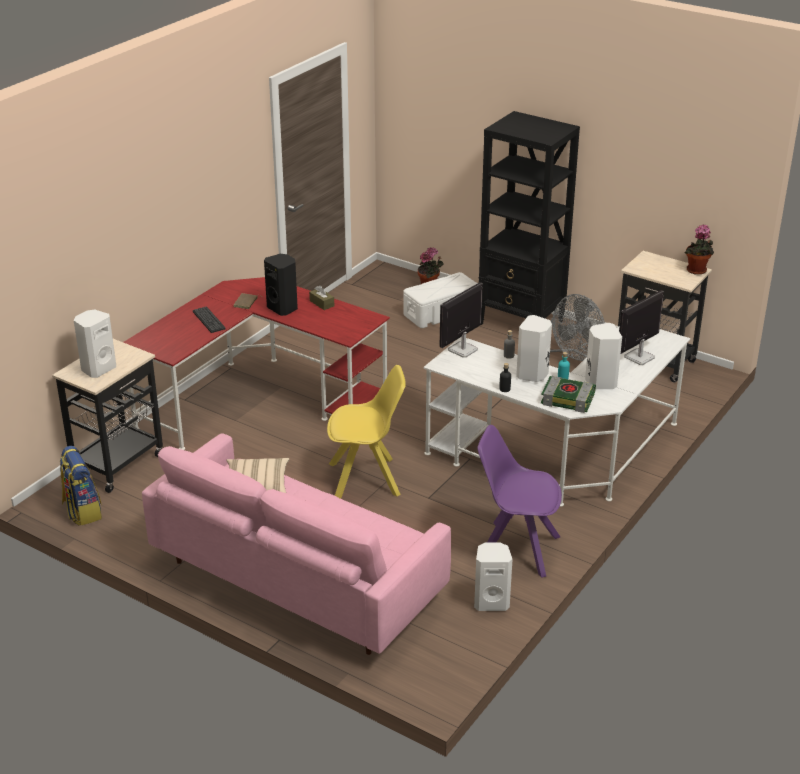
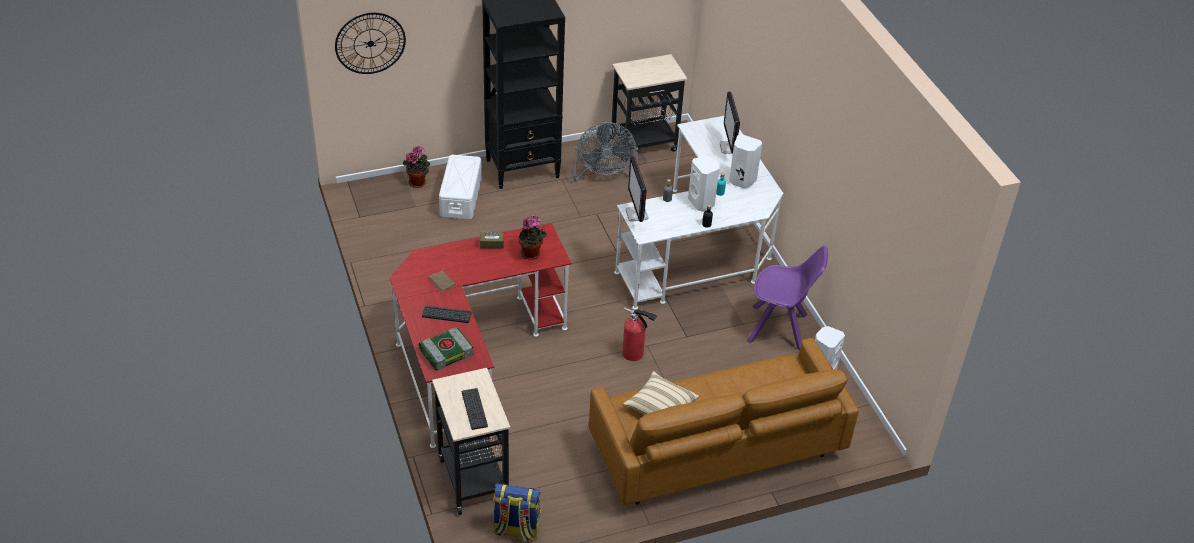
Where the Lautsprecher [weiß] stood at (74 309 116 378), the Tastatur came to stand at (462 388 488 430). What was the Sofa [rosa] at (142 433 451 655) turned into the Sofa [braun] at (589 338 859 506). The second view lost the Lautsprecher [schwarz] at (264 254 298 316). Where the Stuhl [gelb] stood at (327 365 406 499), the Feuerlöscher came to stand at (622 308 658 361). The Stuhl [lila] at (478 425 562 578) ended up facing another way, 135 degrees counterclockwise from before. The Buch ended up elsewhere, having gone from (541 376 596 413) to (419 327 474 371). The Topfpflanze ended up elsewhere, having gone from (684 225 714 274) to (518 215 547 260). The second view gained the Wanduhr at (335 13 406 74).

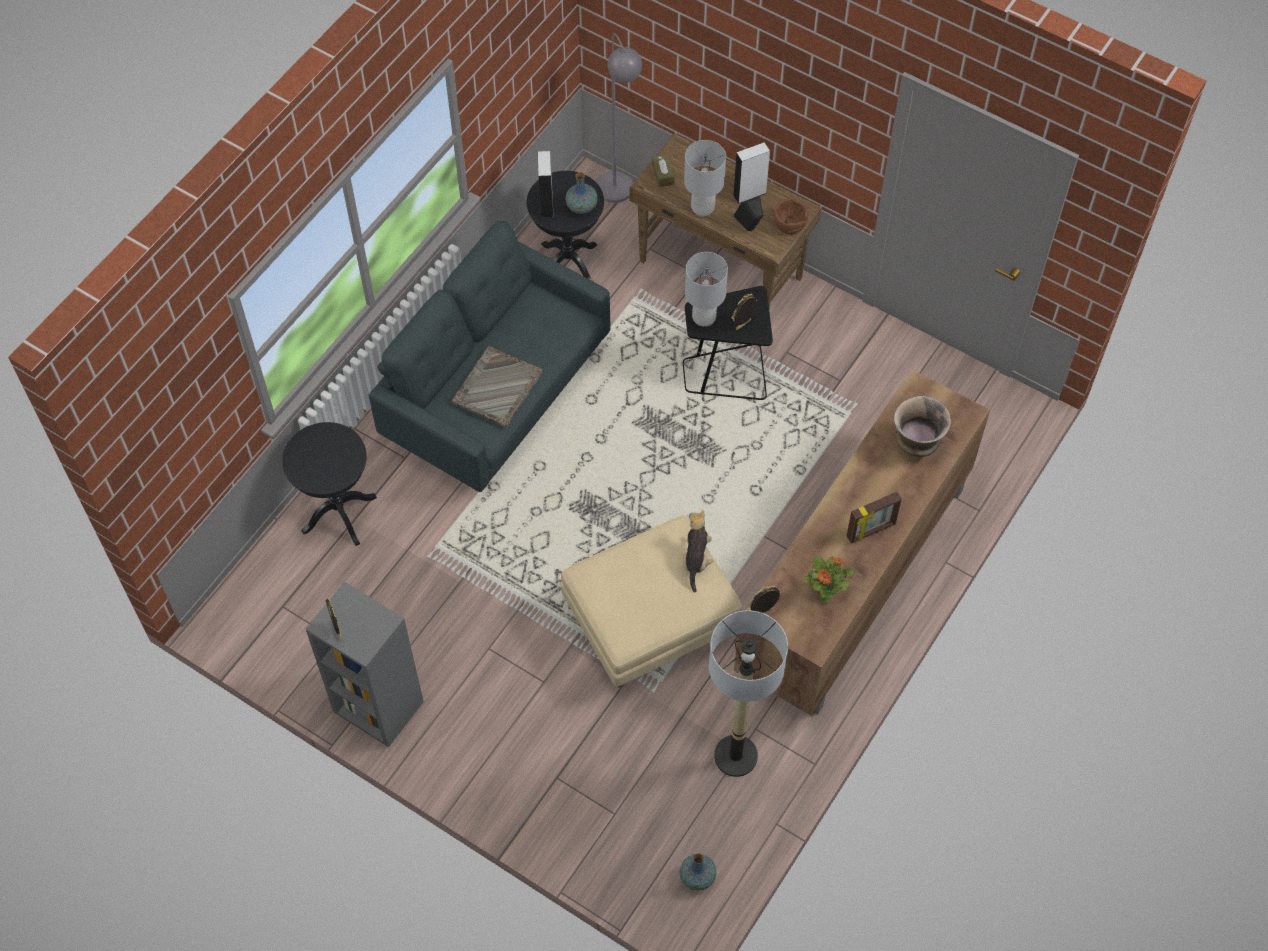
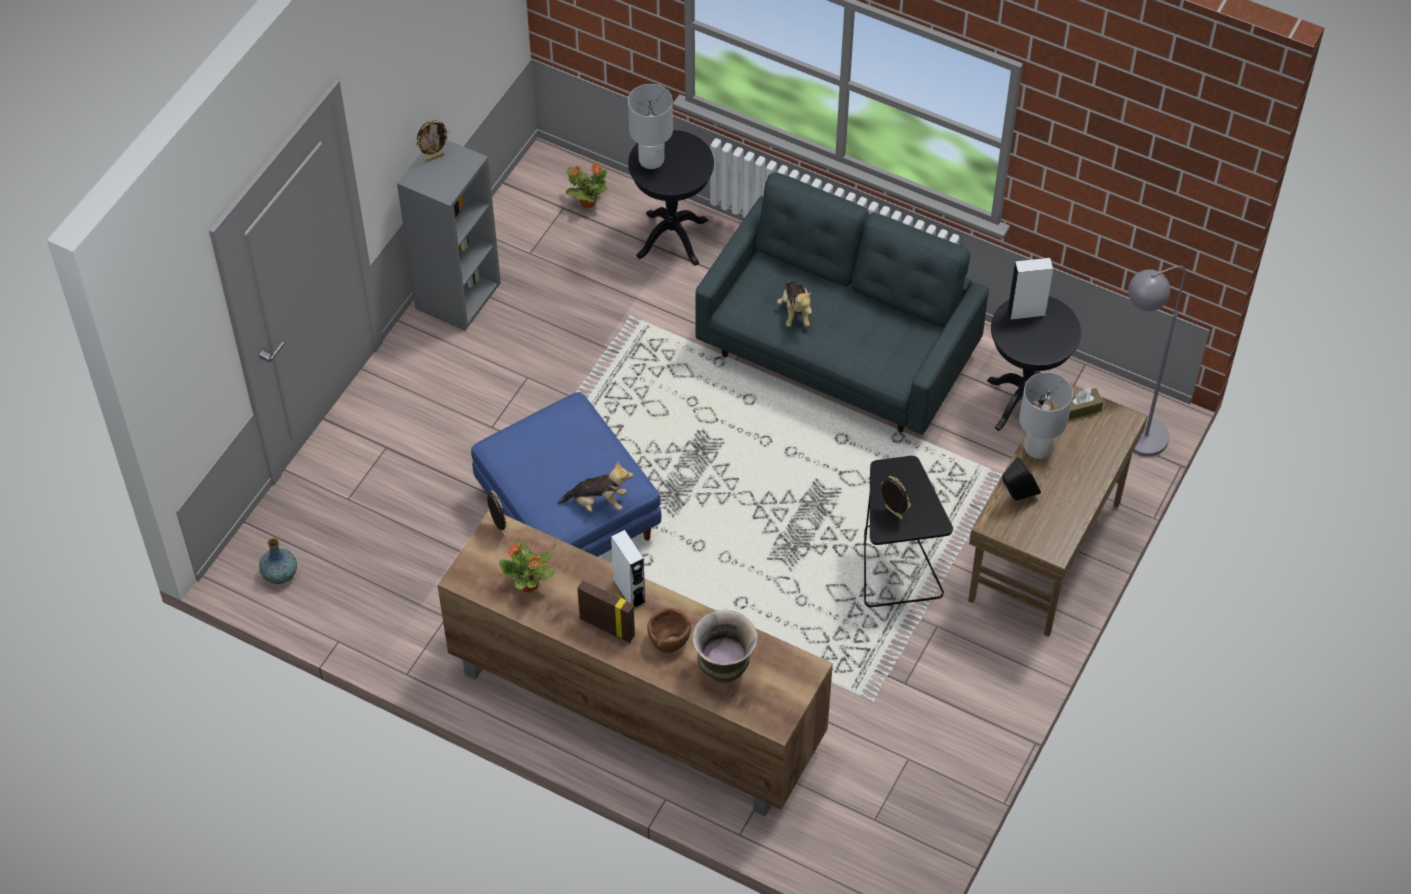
Where the Tablett [grau] stood at (452 346 542 428), the Plüschtier came to stand at (777 281 812 327). What was the Polsterhocker [beige] at (561 515 743 688) turned into the Polsterhocker [blau] at (471 392 661 557). The second view lost the Vase at (565 172 598 214). The Tischlampe [grau] ended up elsewhere, having gone from (685 252 728 327) to (628 84 673 169). The second view lost the Stehlampe at (709 610 788 777). The Lautsprecher [weiß] ended up elsewhere, having gone from (733 142 770 204) to (611 530 646 609). The Schüssel [braun] ended up elsewhere, having gone from (774 198 808 235) to (647 608 691 653). The Bilderrahmen at (847 492 902 543) ended up facing another way, 150 degrees clockwise from before. The second view gained the Topfpflanze at (566 163 608 208).

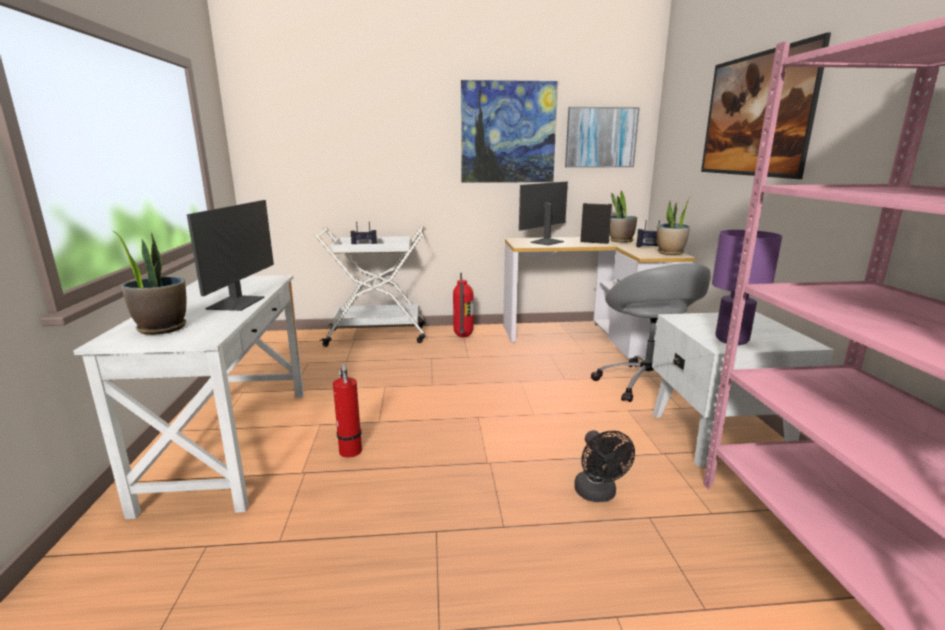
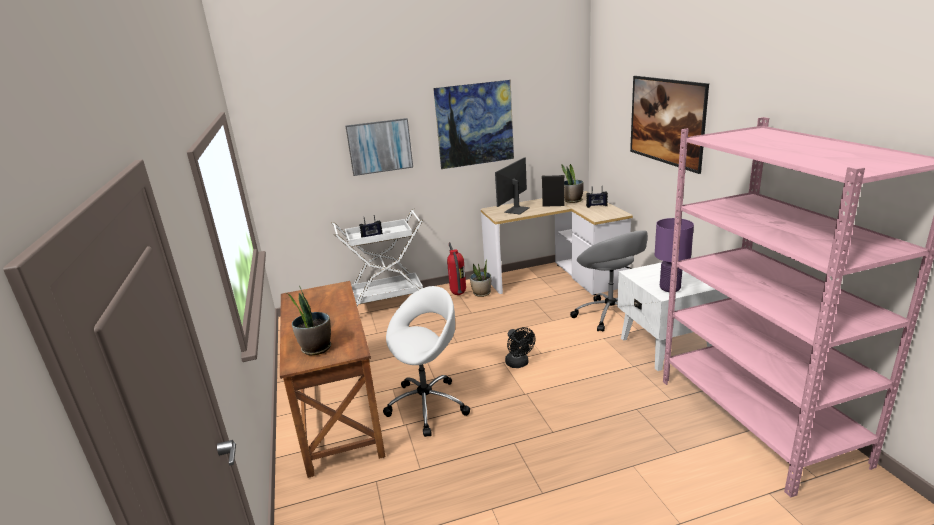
What was the Schreibtisch [weiß] at (73 275 304 519) turned into the Schreibtisch [braun] at (280 281 385 478). The second view lost the Monitor at (187 200 274 311). Where the Feuerlöscher stood at (333 364 362 458), the Bürostuhl [weiß] came to stand at (383 286 470 437). The Bild ended up elsewhere, having gone from (565 107 640 168) to (346 118 413 176). The Ventilator [schwarz] ended up elsewhere, having gone from (574 430 635 502) to (505 327 535 368). The Topfpflanze ended up elsewhere, having gone from (657 196 692 255) to (470 258 491 297).

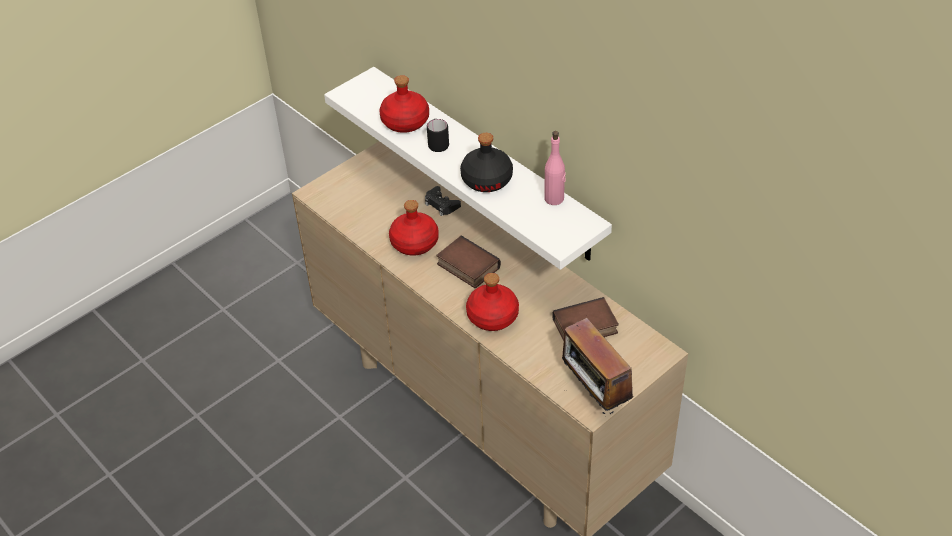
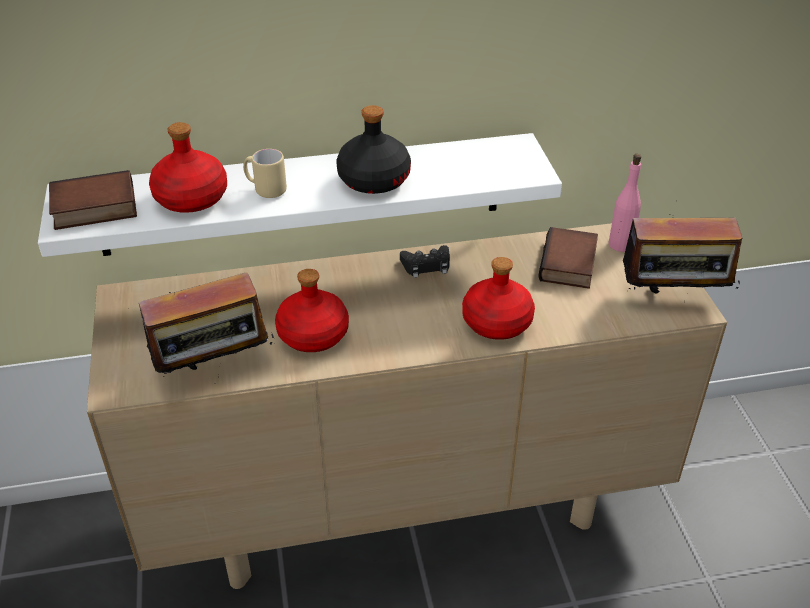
The Gamepad [schwarz] ended up elsewhere, having gone from (425 186 461 216) to (400 245 450 278). What was the Henkelbecher [schwarz] at (427 119 449 152) turned into the Henkelbecher [beige] at (243 149 287 198). The Buch ended up elsewhere, having gone from (436 235 501 288) to (49 170 137 230). The Flasche [rosa] ended up elsewhere, having gone from (544 131 566 205) to (609 154 641 252). The second view gained the Radio at (127 272 274 377).

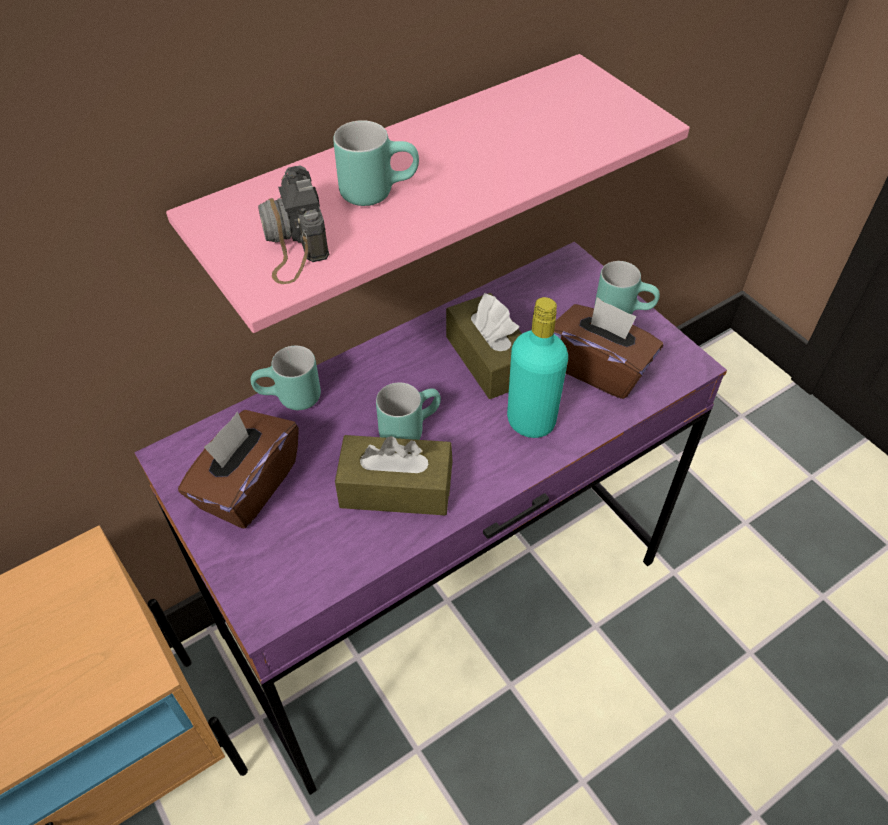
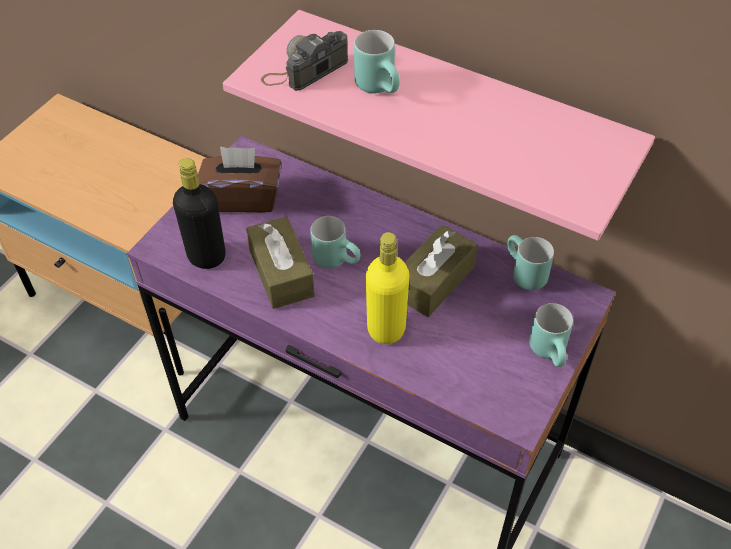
The Henkelbecher [türkis] ended up elsewhere, having gone from (251 345 321 410) to (507 235 554 290). What was the Flasche [türkis] at (507 297 568 438) turned into the Flasche [gelb] at (366 232 410 344). The second view lost the Taschentuchbox [braun] at (554 297 663 399). The second view gained the Flasche [schwarz] at (173 158 226 269).

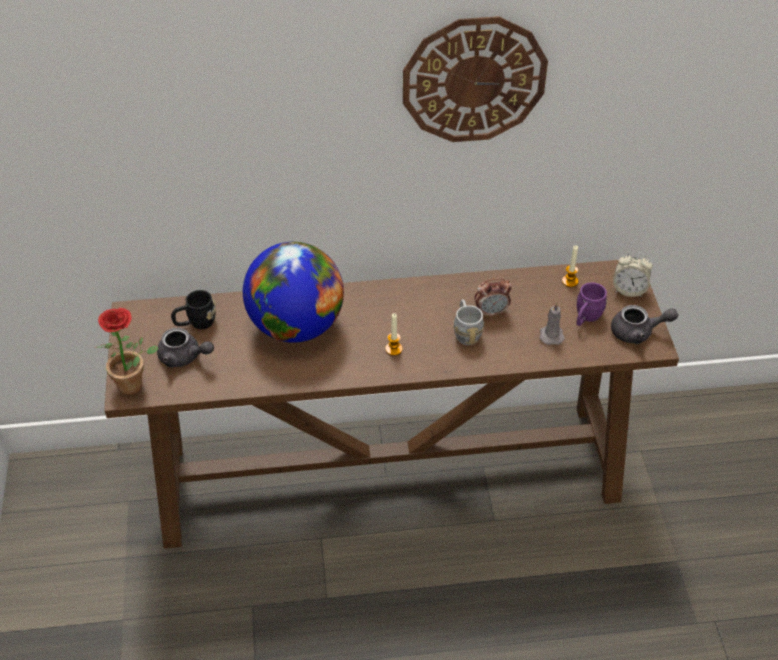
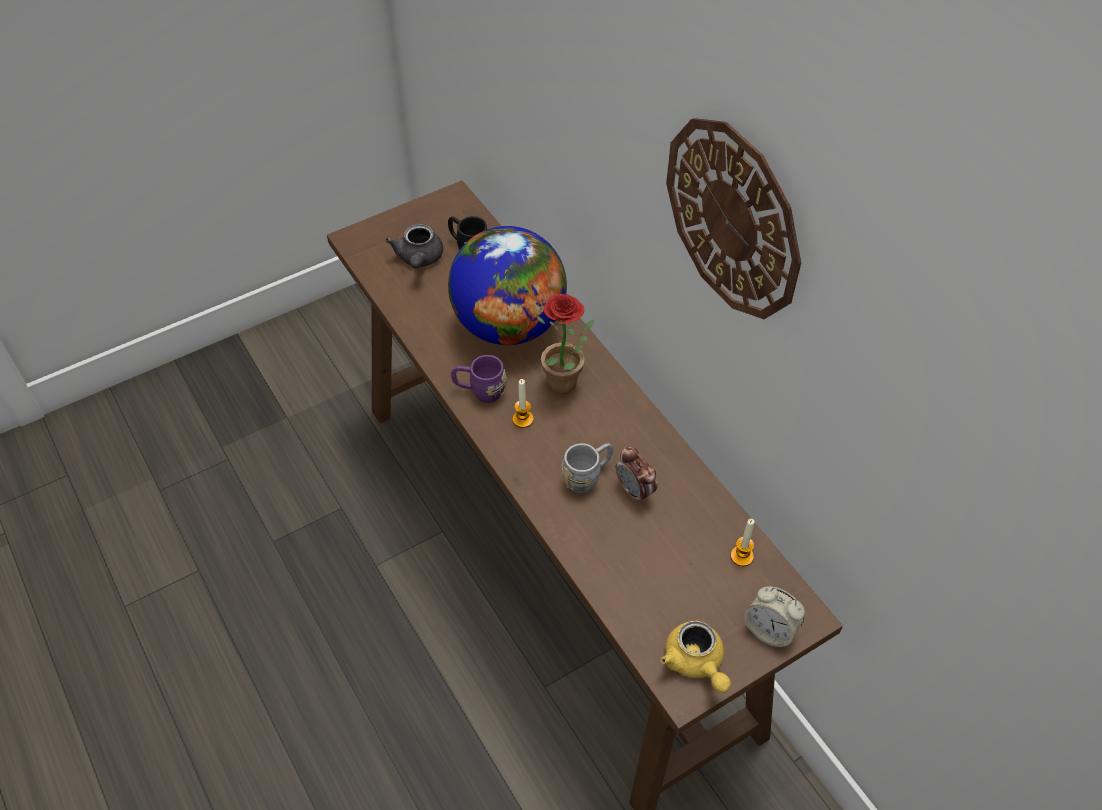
The Topfpflanze ended up elsewhere, having gone from (96 308 159 395) to (536 294 594 394). The second view lost the Kerze [grau] at (540 302 565 345). The Henkelbecher [lila] ended up elsewhere, having gone from (577 282 607 326) to (451 355 507 403). What was the Teekanne [grau] at (611 305 678 344) turned into the Teekanne [gelb] at (661 620 731 693). The Wecker at (613 252 653 297) ended up facing another way, 45 degrees counterclockwise from before.

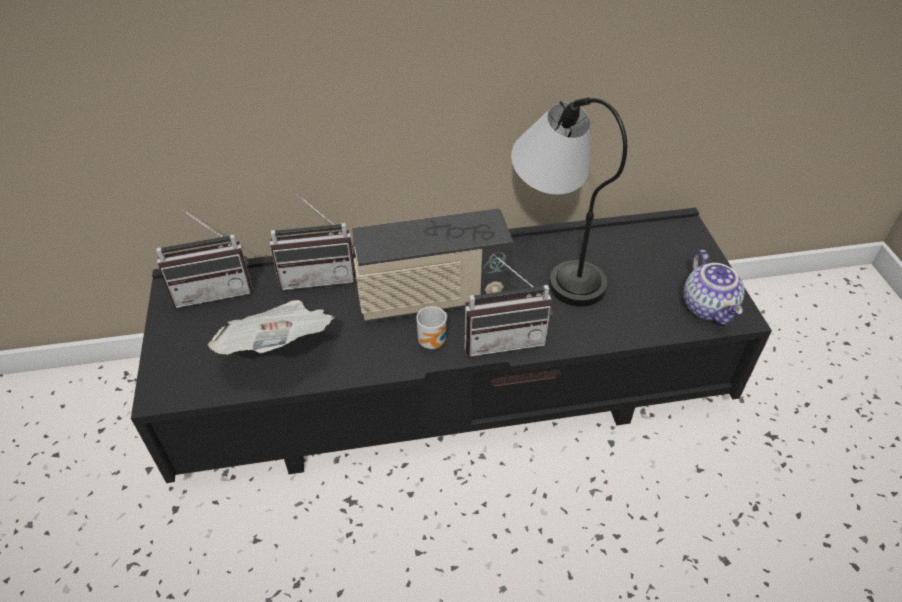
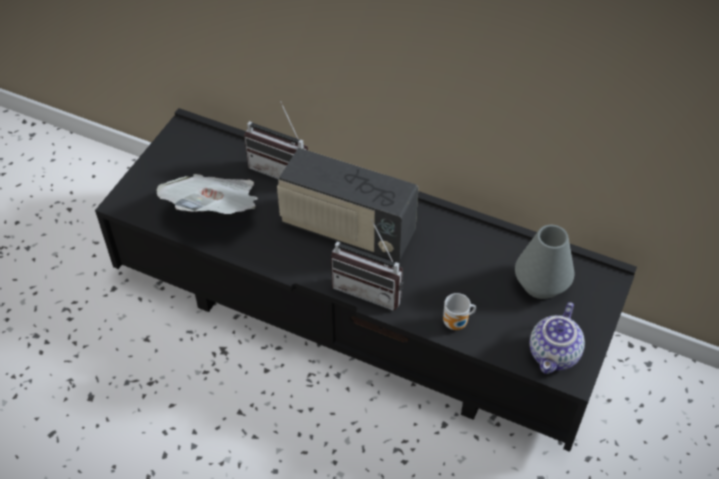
The second view lost the Radio at (157 209 253 308). The Henkelbecher ended up elsewhere, having gone from (416 306 448 349) to (443 293 476 330). The second view lost the Tischlampe at (511 98 627 307). The second view gained the Vase [grau] at (515 225 574 299).

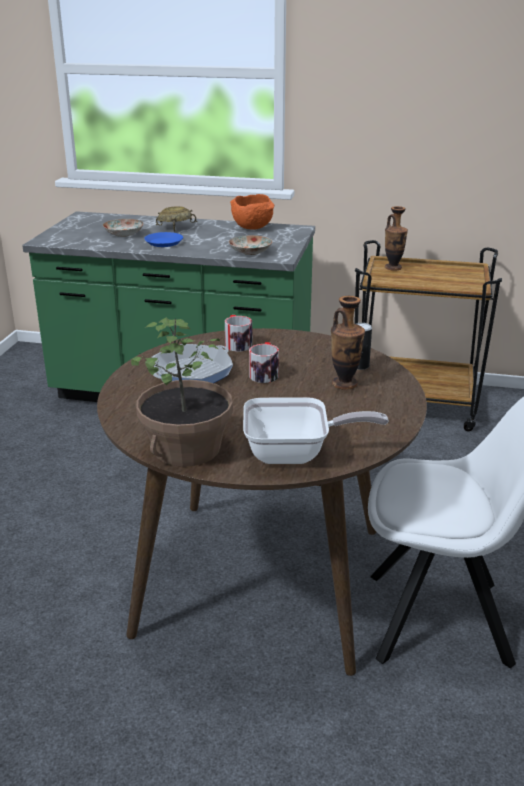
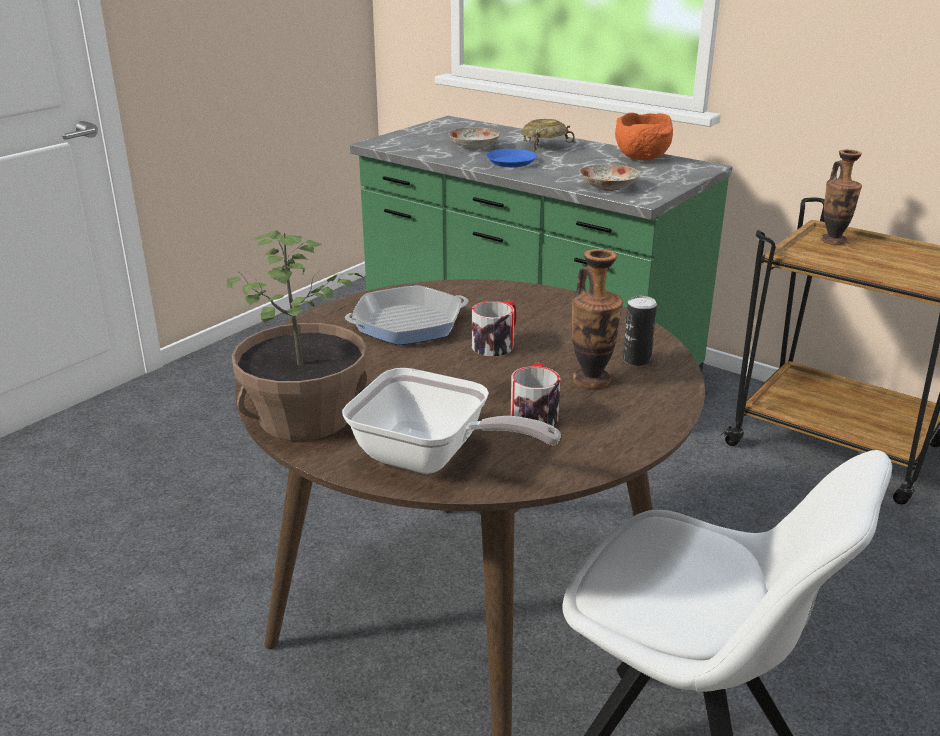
The Henkelbecher ended up elsewhere, having gone from (225 315 252 352) to (510 363 560 427).

